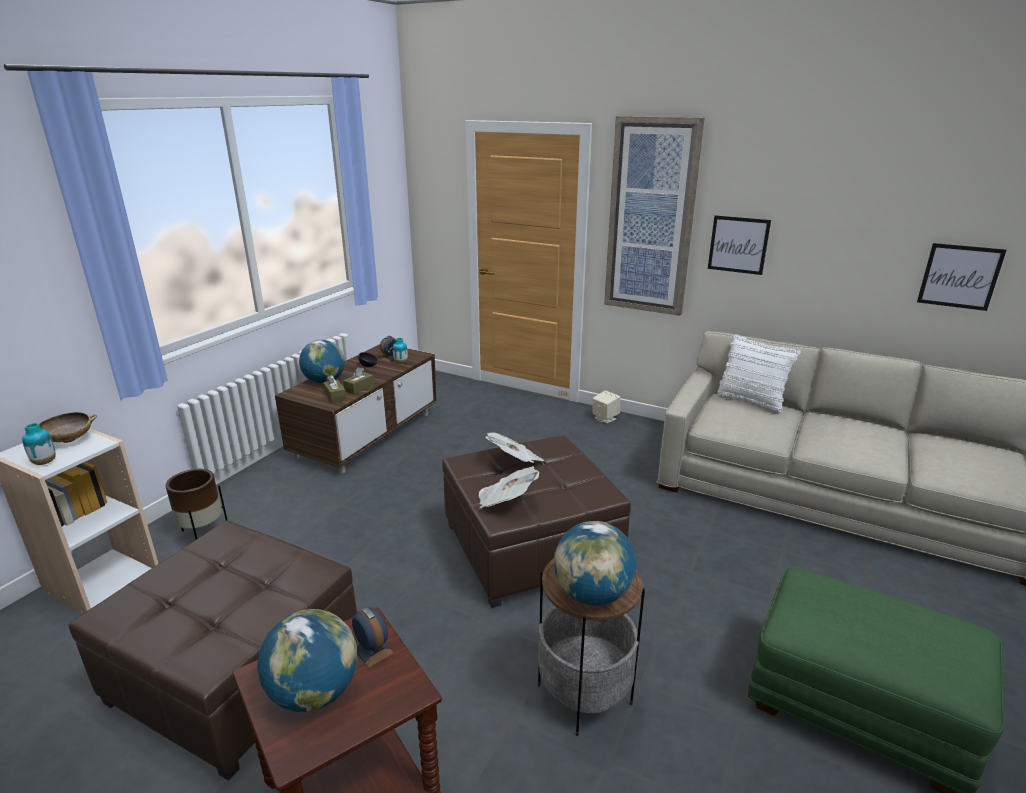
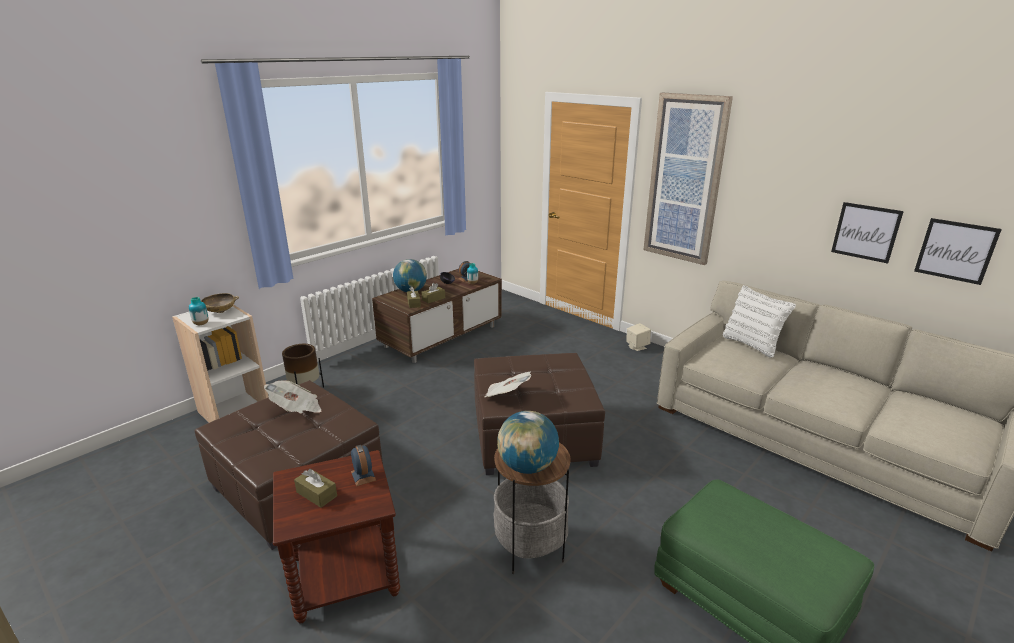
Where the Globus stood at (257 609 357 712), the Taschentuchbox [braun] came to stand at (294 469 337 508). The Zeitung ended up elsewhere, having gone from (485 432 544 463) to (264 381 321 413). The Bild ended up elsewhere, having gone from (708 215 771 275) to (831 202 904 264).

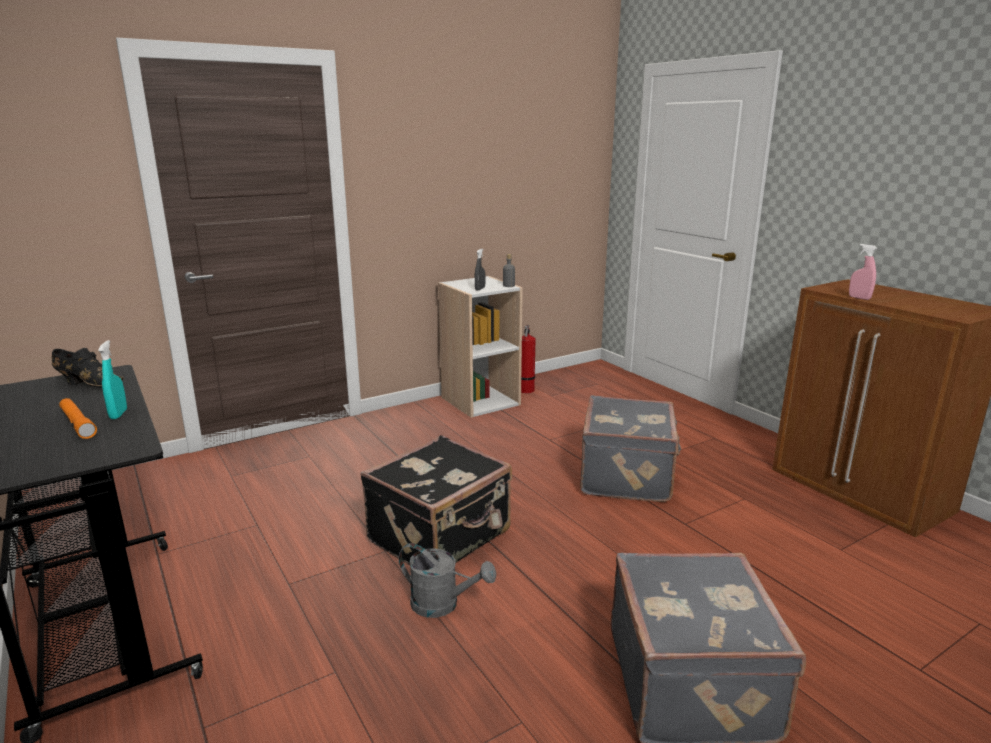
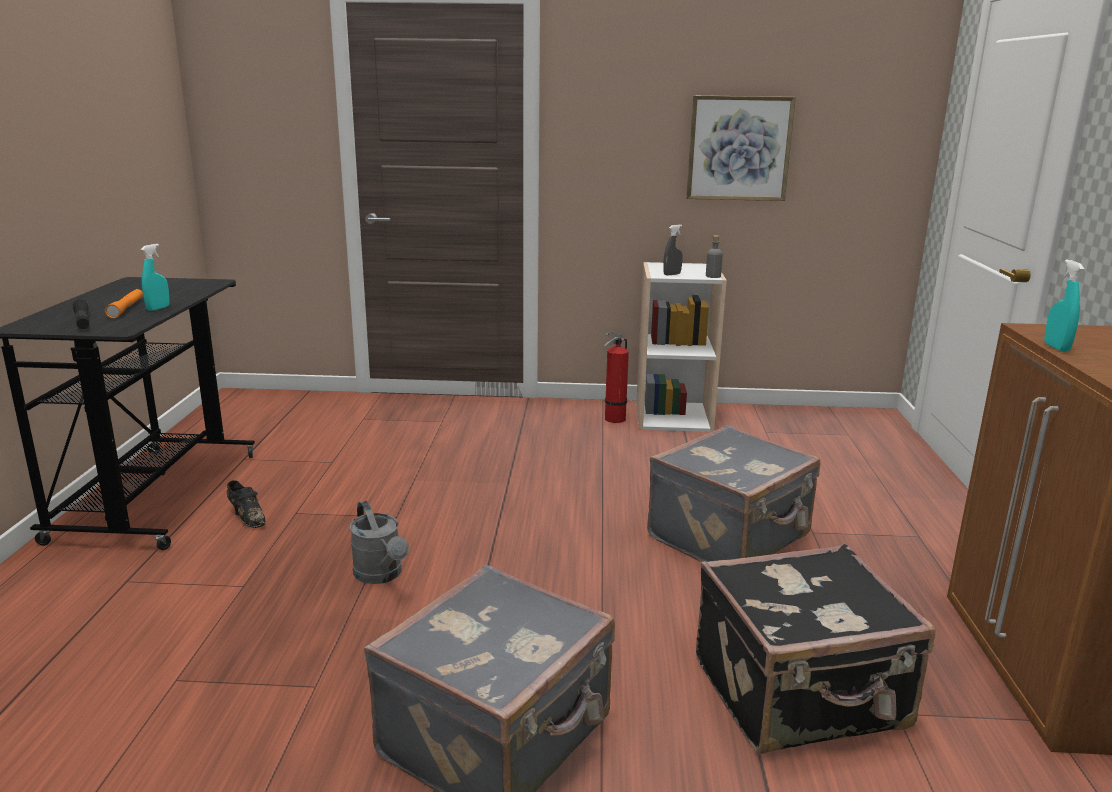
The Schuh [schwarz] ended up elsewhere, having gone from (52 348 124 387) to (227 480 266 528). The Koffer [schwarz] ended up elsewhere, having gone from (360 435 512 565) to (696 544 935 754). The Feuerlöscher ended up elsewhere, having gone from (521 325 536 393) to (604 332 629 423). What was the Sprühflasche [rosa] at (849 244 878 300) turned into the Sprühflasche [türkis] at (1044 260 1084 352). The second view gained the Taschenlampe [schwarz] at (73 299 89 329). The second view gained the Bild at (686 95 796 201).

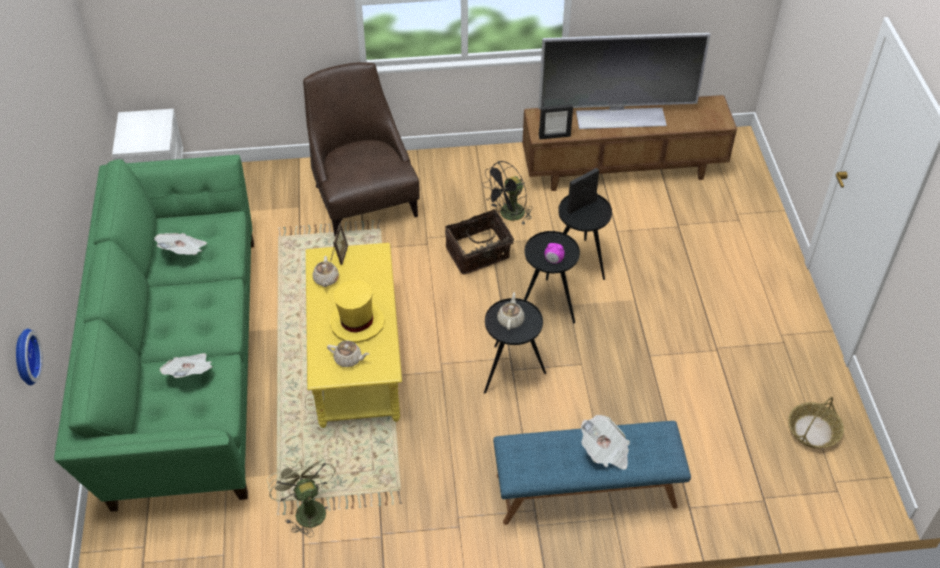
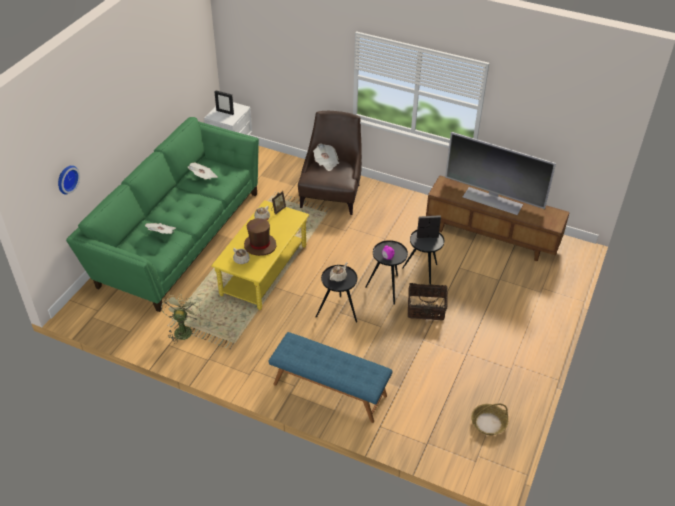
What was the Hut [gelb] at (330 280 385 343) turned into the Hut [braun] at (244 218 276 256). The Korb ended up elsewhere, having gone from (445 209 515 274) to (408 283 448 320). The second view lost the Ventilator [schwarz] at (482 161 532 226). The Bilderrahmen ended up elsewhere, having gone from (539 104 573 139) to (214 90 234 115). The Zeitung ended up elsewhere, having gone from (581 415 630 470) to (313 143 339 171).

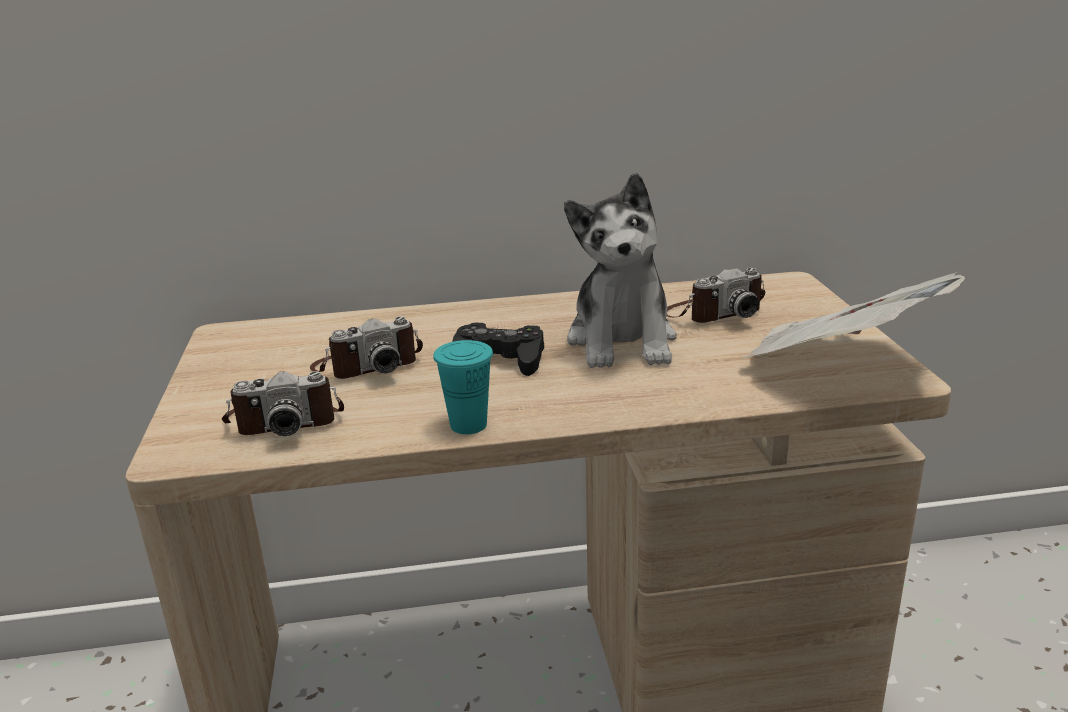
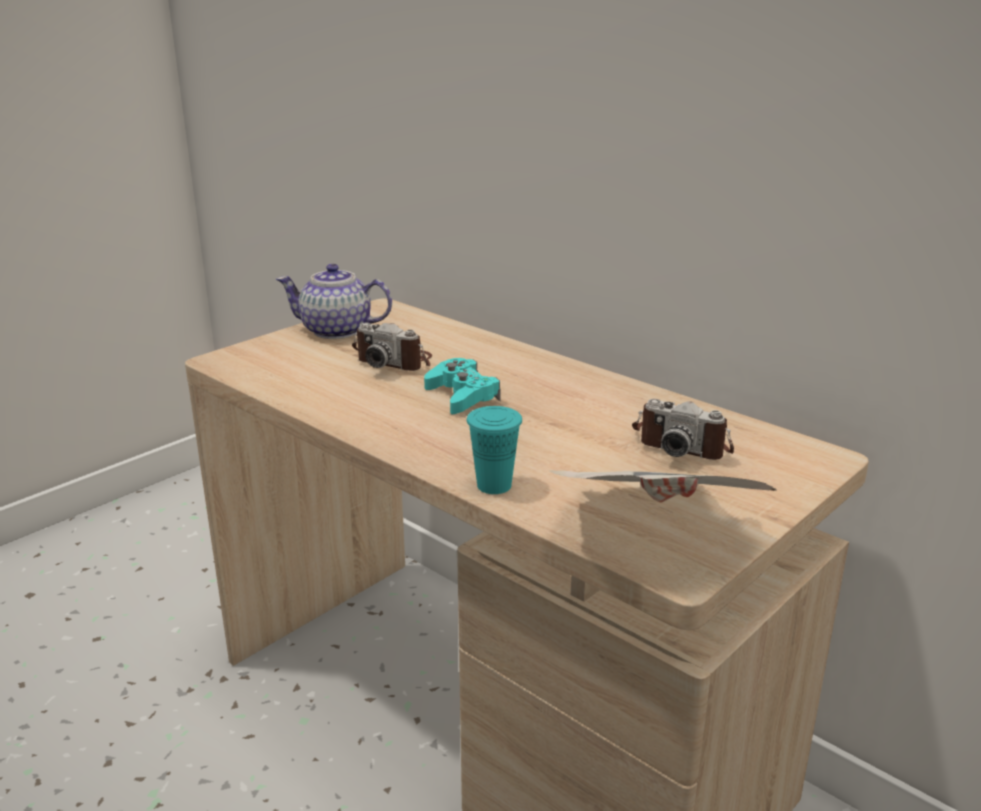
The second view lost the Kamera at (222 371 344 436). The Tasse [türkis] ended up elsewhere, having gone from (433 340 493 434) to (467 406 522 494). What was the Gamepad [schwarz] at (452 322 544 376) turned into the Gamepad [türkis] at (424 358 501 414). The second view lost the Plüschtier at (564 172 677 368). The second view gained the Teekanne at (276 264 392 339).

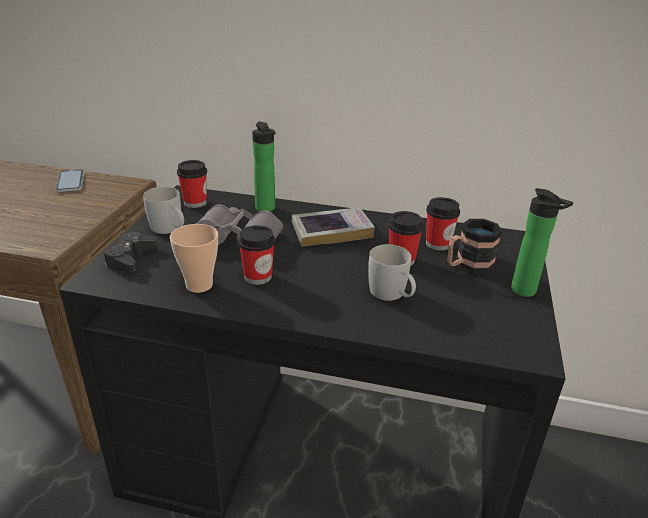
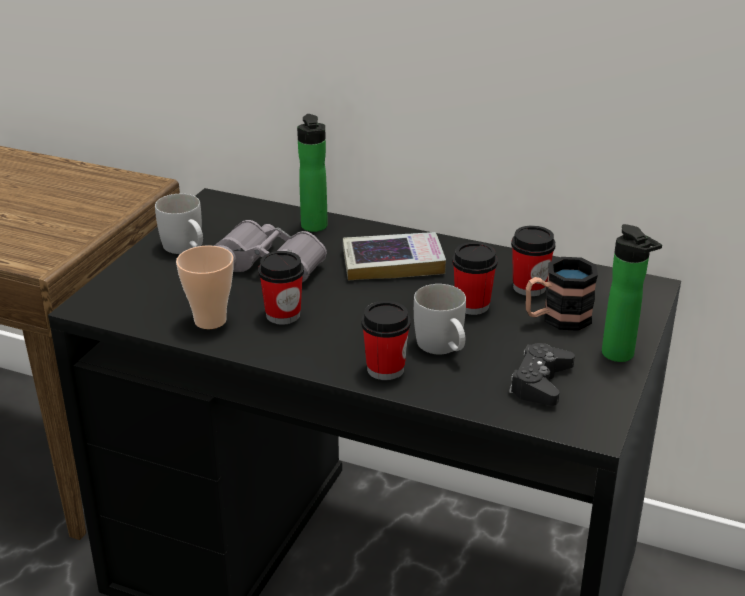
The second view lost the Handy at (55 169 84 192). The Gamepad [schwarz] ended up elsewhere, having gone from (104 232 159 272) to (509 343 575 406). The Tasse ended up elsewhere, having gone from (177 160 207 208) to (361 301 411 380).

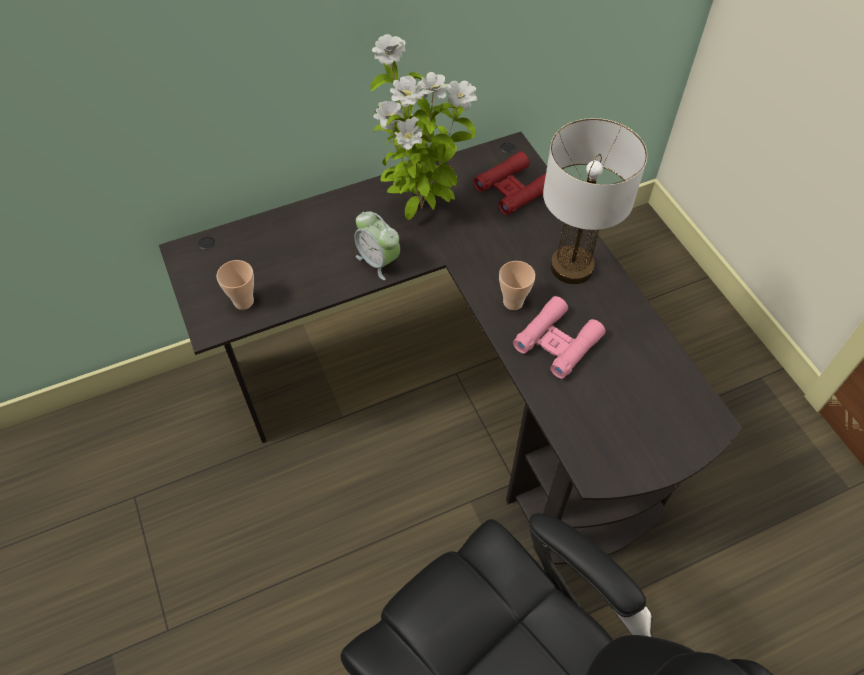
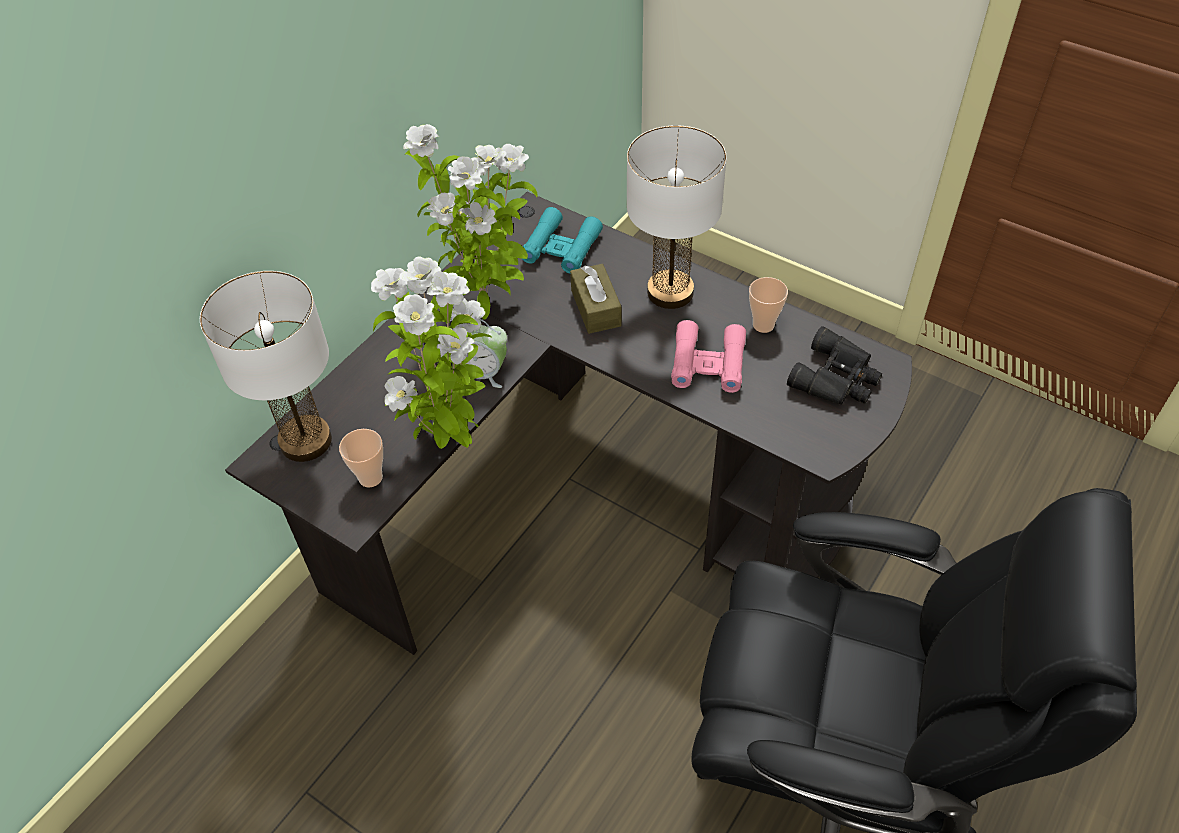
What was the Fernglas [rot] at (473 151 546 215) turned into the Fernglas [türkis] at (521 207 603 274). The Tasse ended up elsewhere, having gone from (499 261 535 310) to (749 277 788 333). The second view gained the Tischlampe at (200 271 332 462). The second view gained the Topfpflanze at (371 257 492 449). The second view gained the Taschentuchbox [braun] at (570 264 622 334). The second view gained the Fernglas [schwarz] at (787 326 882 405).

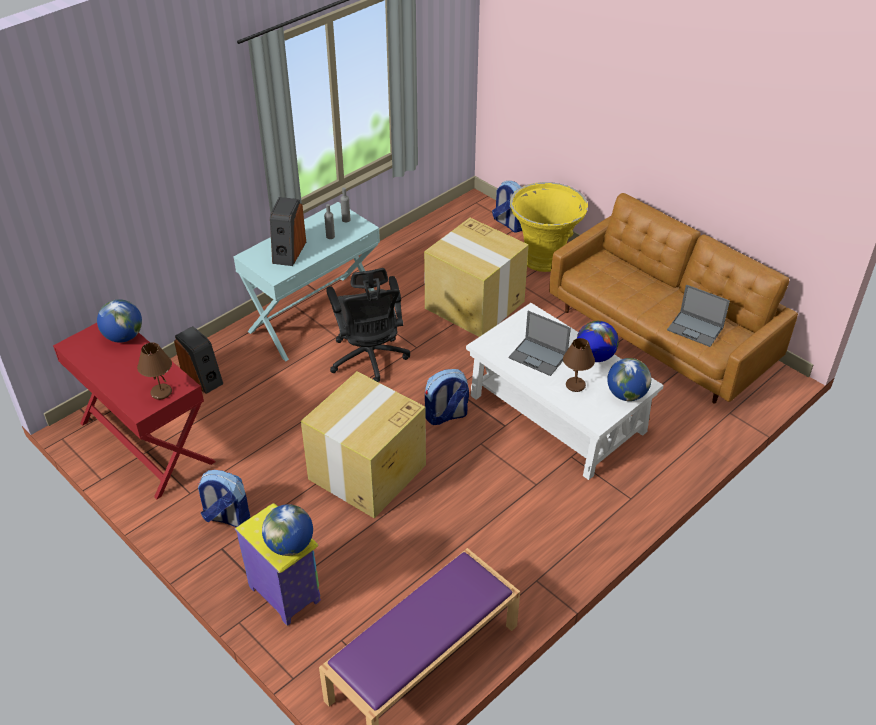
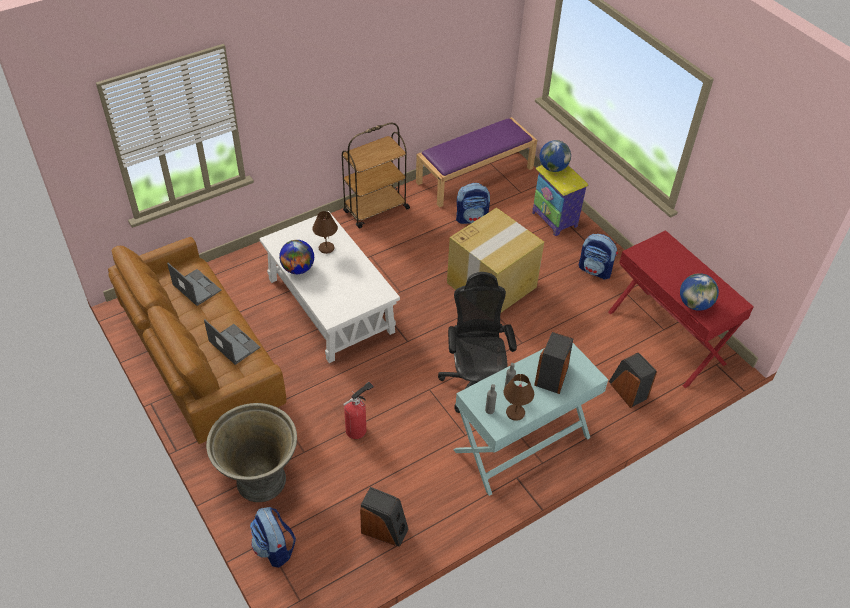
The Tischlampe [braun] ended up elsewhere, having gone from (137 342 172 400) to (504 374 534 421). Where the Karton stood at (424 218 529 337), the Feuerlöscher came to stand at (343 382 374 439). The Rucksack ended up elsewhere, having gone from (425 369 469 425) to (456 183 490 224). The Laptop ended up elsewhere, having gone from (509 311 571 376) to (204 319 260 365). What was the Pflanzkübel [gelb] at (510 182 588 272) turned into the Pflanzkübel [grau] at (206 403 297 502). The second view lost the Globus at (607 358 651 401). The second view gained the Rollwagen [braun] at (342 123 410 229). The second view gained the Lautsprecher at (360 487 408 547).

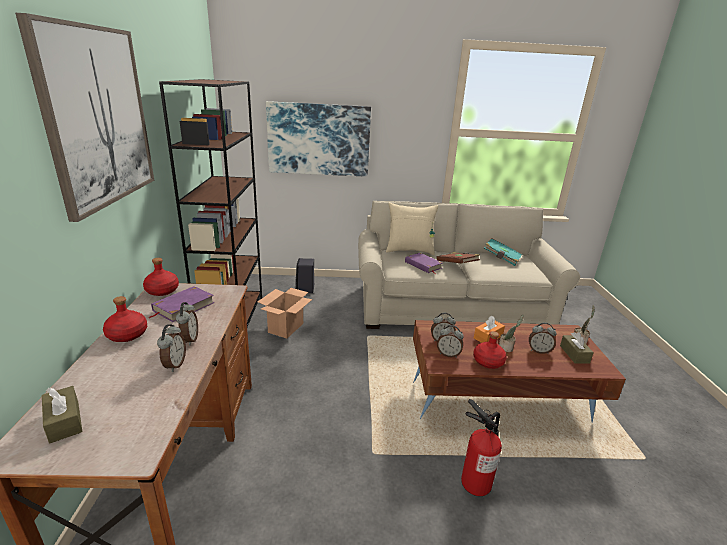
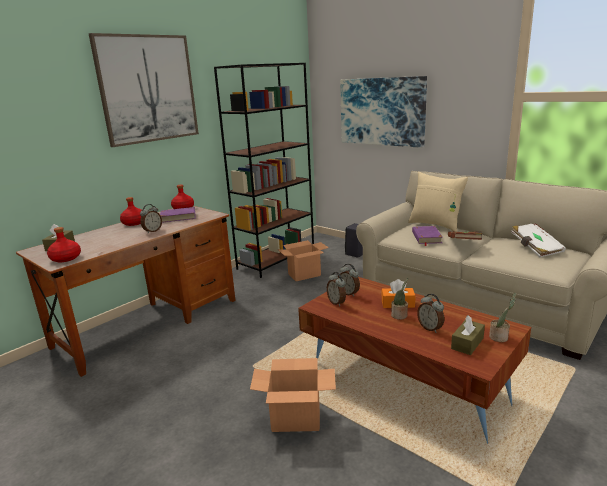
The second view lost the Wecker at (157 324 186 372). Where the Feuerlöscher stood at (461 399 502 496), the Karton came to stand at (250 358 336 432). The Flasche [rot] ended up elsewhere, having gone from (473 331 507 369) to (47 227 81 262). What was the Buch [türkis] at (484 238 522 266) turned into the Buch [weiß] at (511 223 566 257).

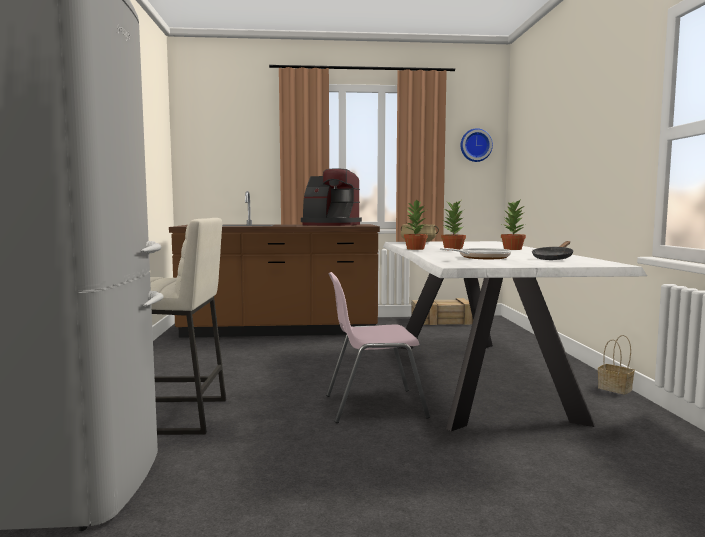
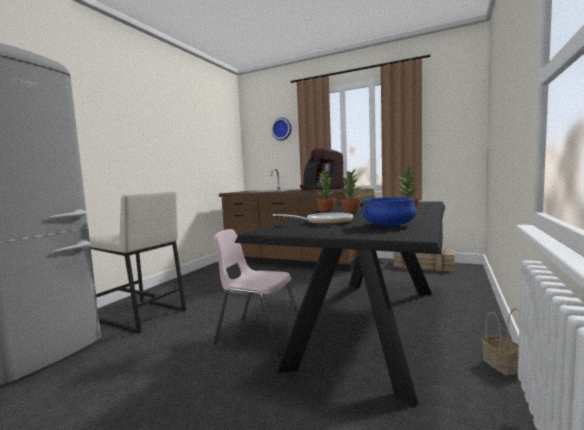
What was the Esstisch [weiß] at (383 241 647 431) turned into the Esstisch [schwarz] at (234 201 445 407). The Wanduhr ended up elsewhere, having gone from (461 128 493 162) to (271 117 292 141). Where the Pfanne [schwarz] stood at (532 241 573 260), the Kochtopf [blau] came to stand at (362 197 417 226).

